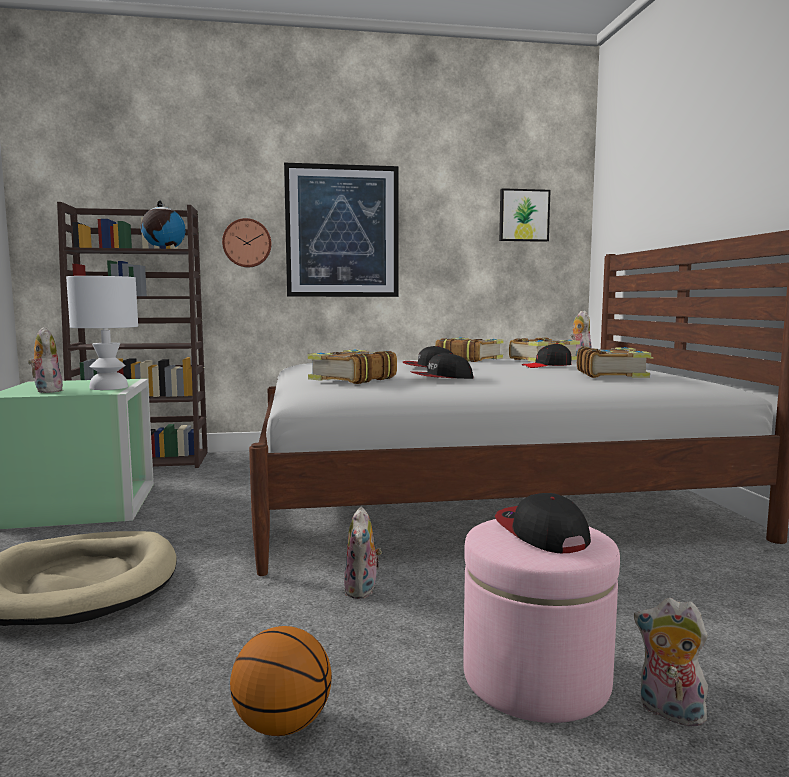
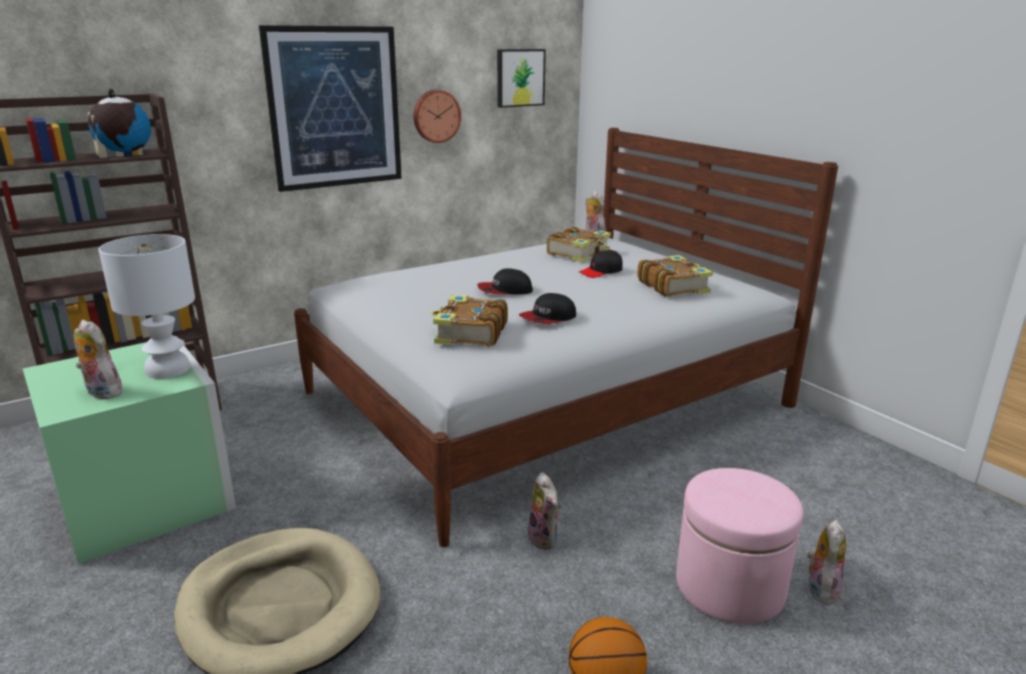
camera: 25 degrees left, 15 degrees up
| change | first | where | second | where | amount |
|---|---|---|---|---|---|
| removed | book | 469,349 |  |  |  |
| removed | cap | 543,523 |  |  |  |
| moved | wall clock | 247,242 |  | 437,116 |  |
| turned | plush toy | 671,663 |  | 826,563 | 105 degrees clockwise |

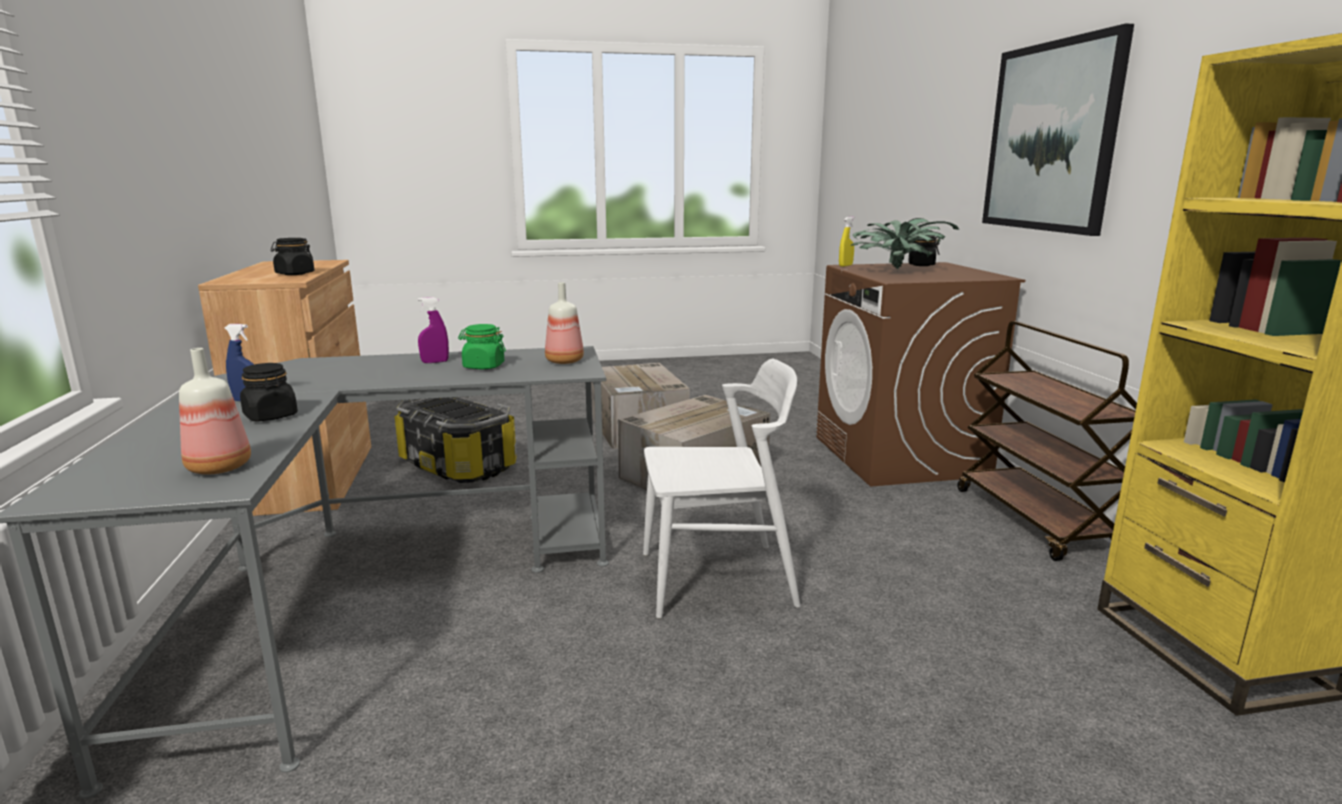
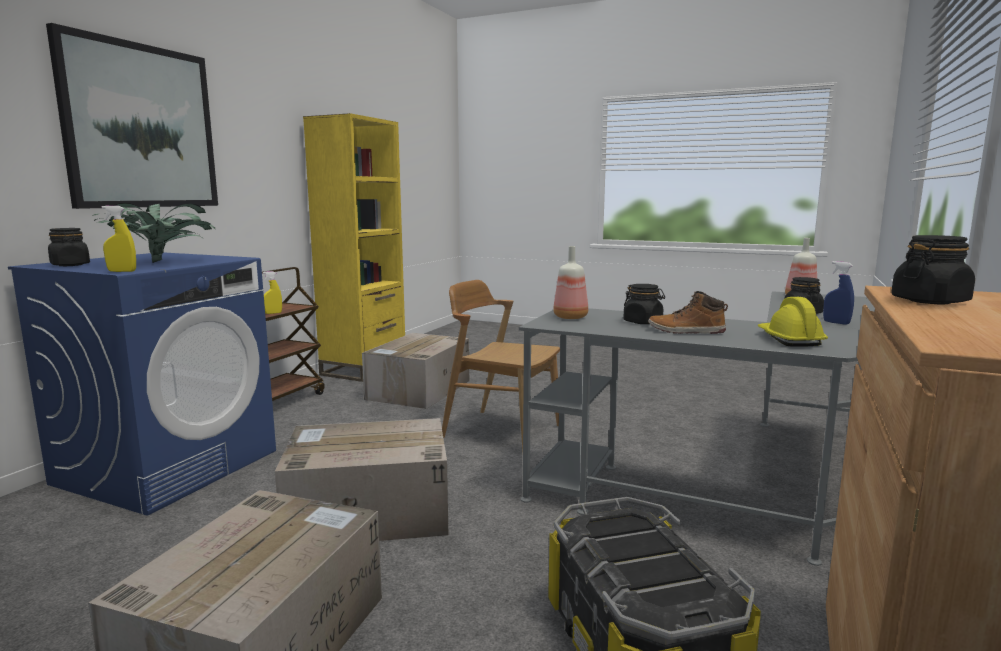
camera: 145 degrees left, 5 degrees down
| change | first | where | second | where | amount |
|---|---|---|---|---|---|
| added |  |  | spray bottle in yellow | 272,292 |  |
| added |  |  | cardboard box | 415,371 |  |
| added |  |  | hard hat in yellow | 792,322 |  |
| replaced | spray bottle in purple | 433,330 | boot | 688,312 |  |
| recoloured | jar in green | 482,346 | jar in black | 644,304 |  |
| recoloured | chair in white | 722,489 | chair in brown | 501,365 |  |
| recoloured | washing machine in brown | 920,374 | washing machine in blue | 142,384 |  |

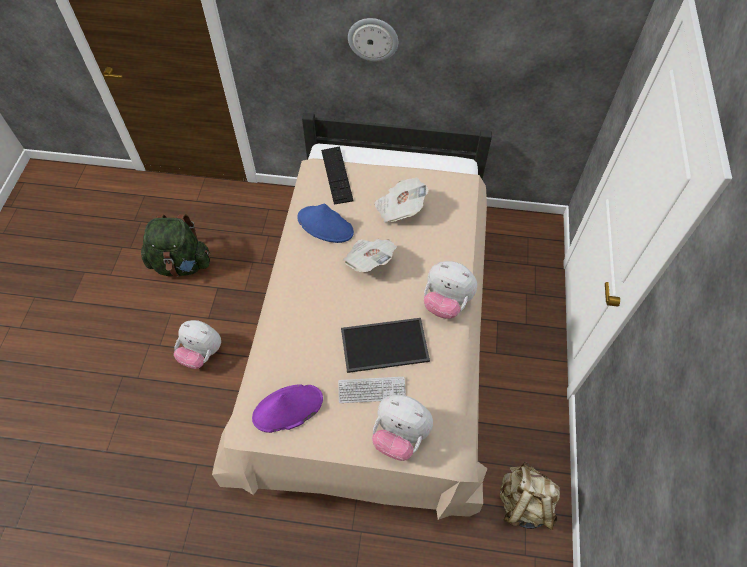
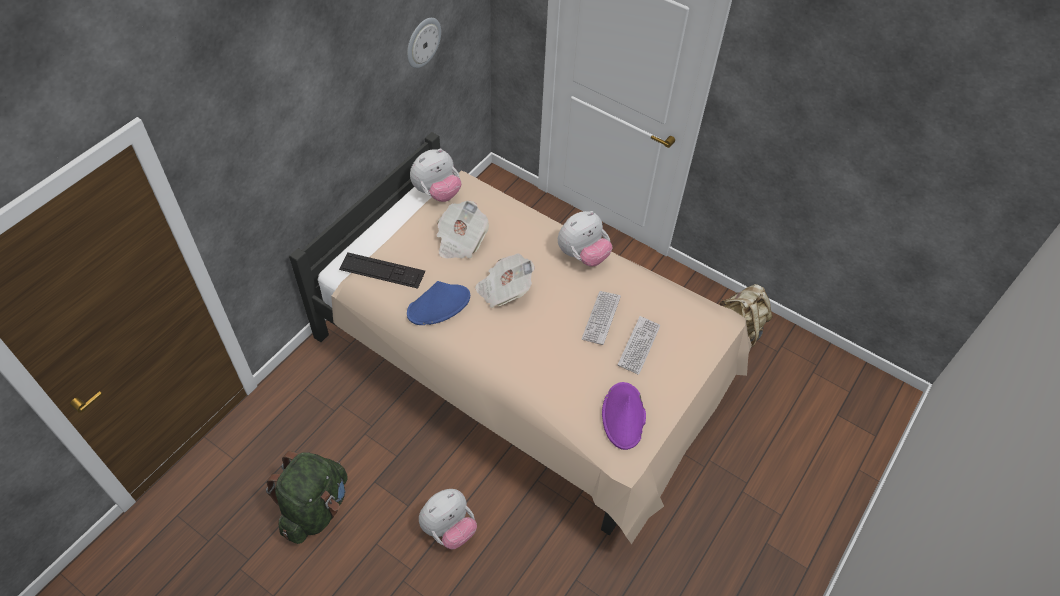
camera: 65 degrees left, 5 degrees down
| change | first | where | second | where | amount |
|---|---|---|---|---|---|
| moved | wall clock | 373,39 |  | 424,43 |  |
| moved | plush toy | 402,428 |  | 435,175 |  |
| replaced | tray | 385,345 | keyboard | 601,318 |  |

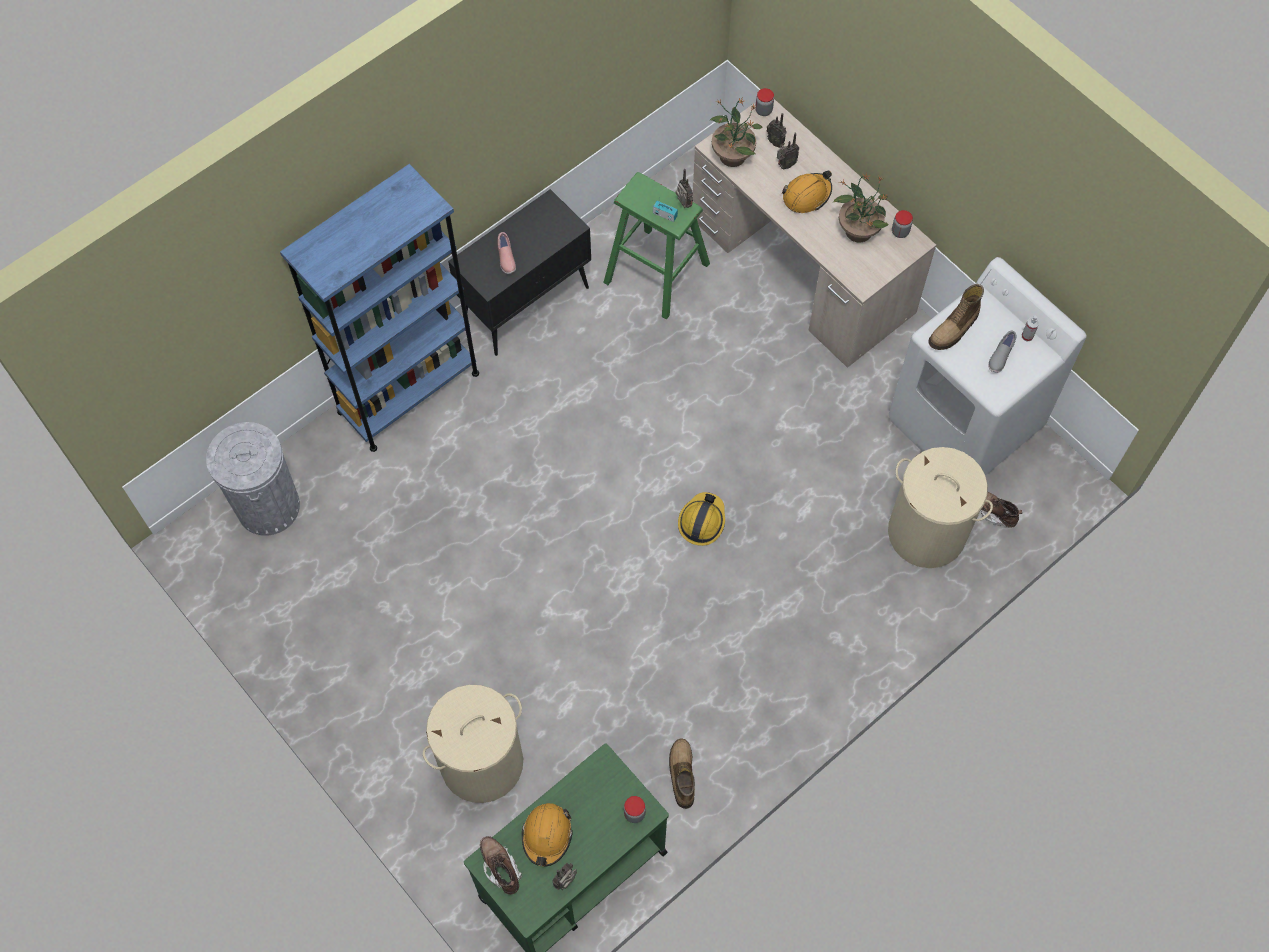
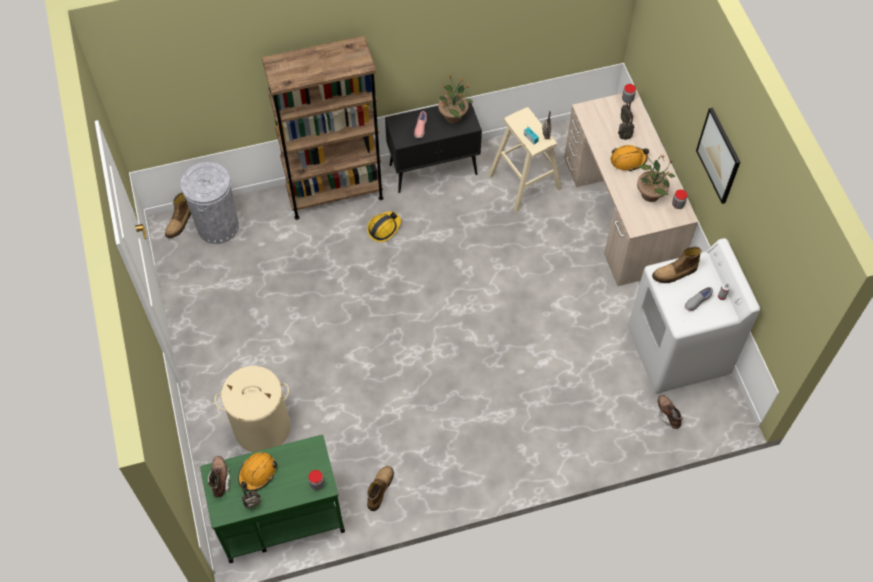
camera: 25 degrees right, 5 degrees down
| change | first | where | second | where | amount |
|---|---|---|---|---|---|
| removed | laundry basket in beige | 940,507 |  |  |  |
| added |  |  | boot | 178,215 |  |
| added |  |  | picture | 718,155 |  |
| moved | hard hat | 701,519 |  | 384,226 |  |
| moved | potted plant | 735,132 |  | 455,98 |  |
| recoloured | bookcase in blue | 379,308 | bookcase in brown | 322,128 |  |
| recoloured | stool in green | 656,246 | stool in beige | 525,159 |  |

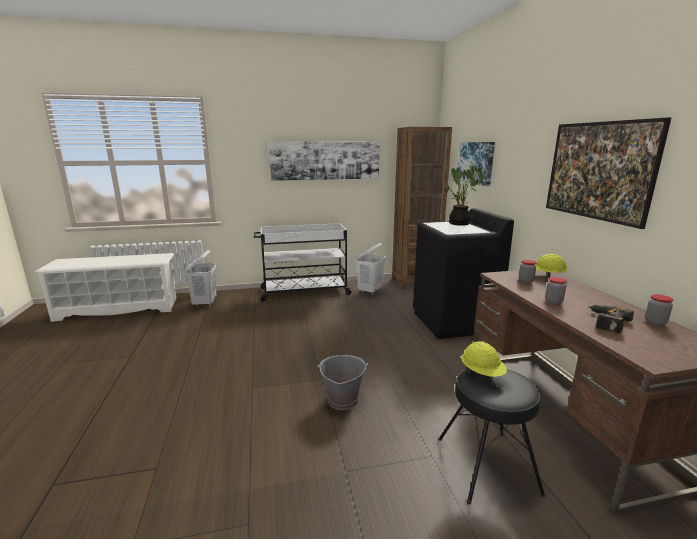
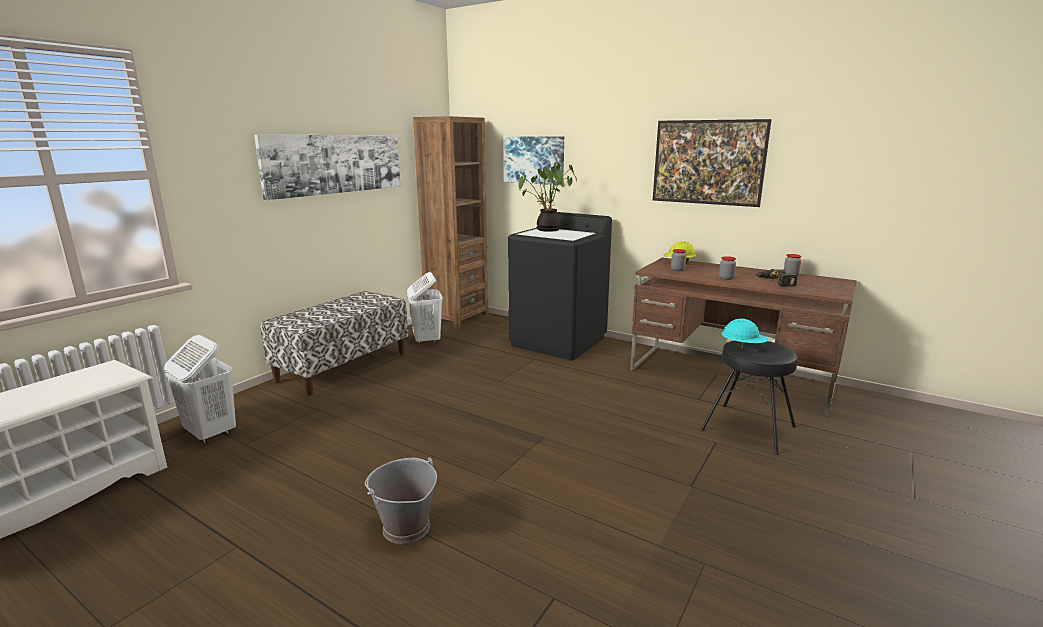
camera: 45 degrees left, 0 degrees up
| change | first | where | second | where | amount |
|---|---|---|---|---|---|
| moved | bucket in grey | 342,382 |  | 401,500 |  |
| replaced | cart in white | 303,262 | bench | 334,343 |  |
| recoloured | hard hat in yellow | 484,359 | hard hat in turquoise | 745,334 |  |

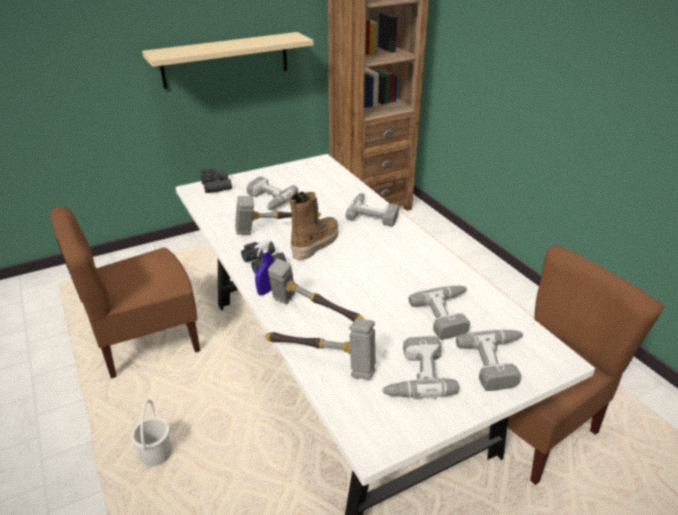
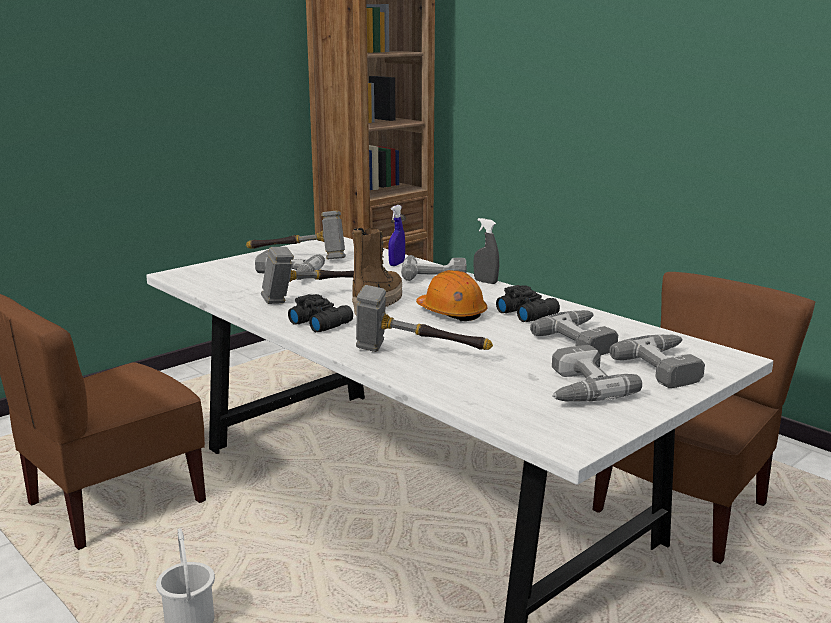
camera: 15 degrees left, 15 degrees down
| change | first | where | second | where | amount |
|---|---|---|---|---|---|
| removed | shelf in beige | 228,60 |  |  |  |
| added |  |  | hard hat in orange | 451,295 |  |
| added |  |  | spray bottle in grey | 486,251 |  |
| moved | binoculars in black | 216,180 |  | 528,303 |  |
| moved | spray bottle in blue | 264,268 |  | 396,235 |  |
| moved | hammer | 320,349 |  | 296,235 |  |

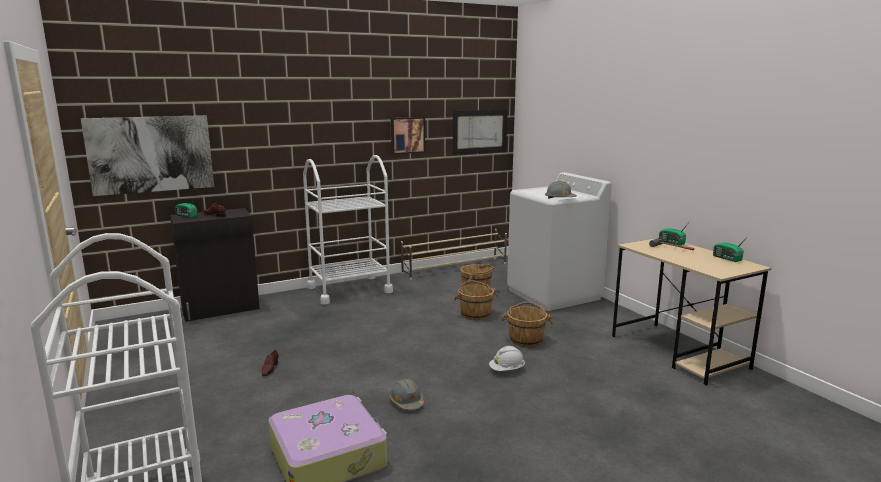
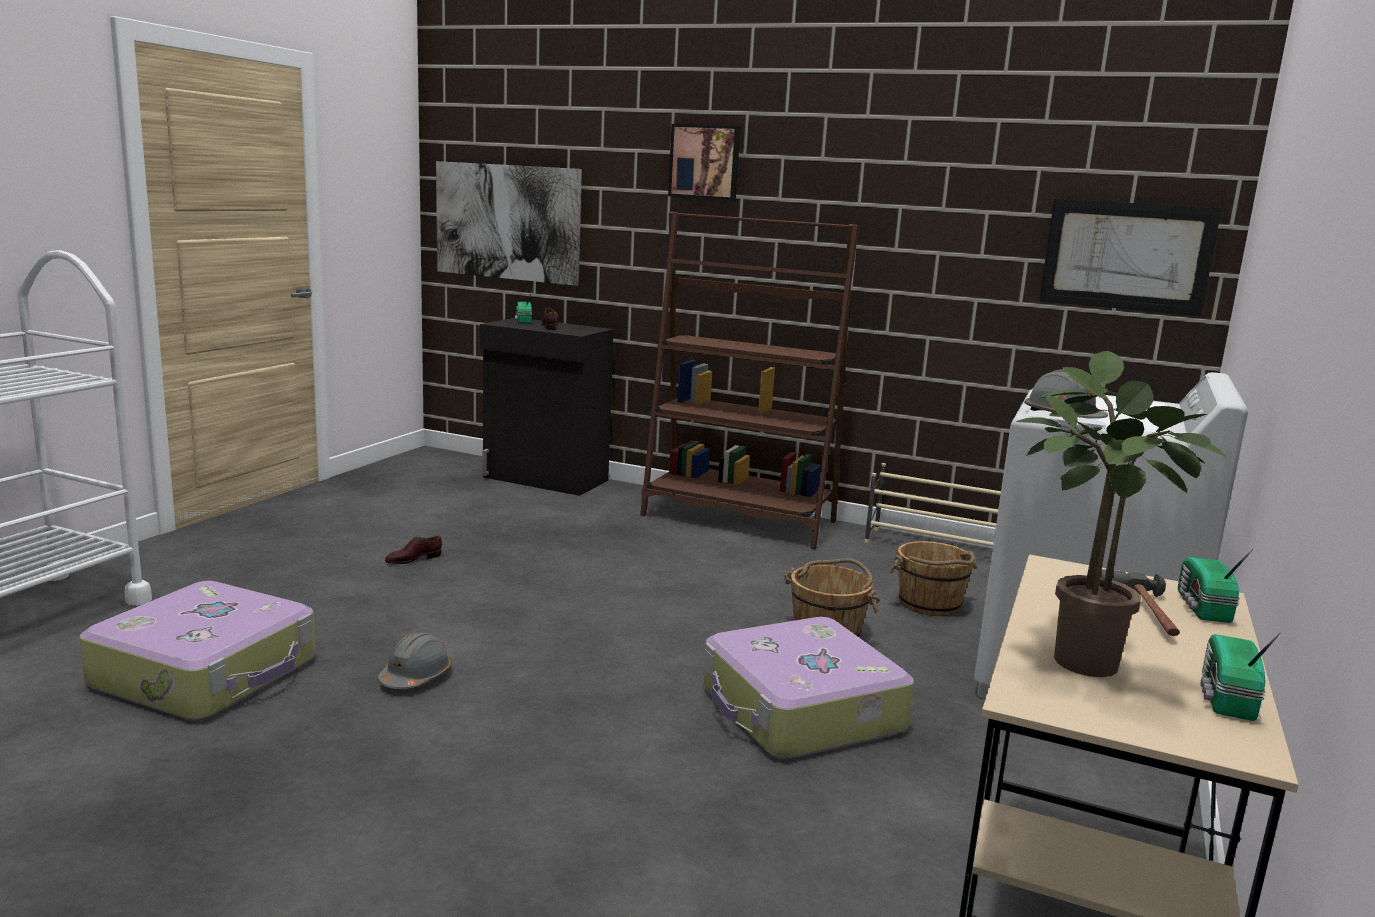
camera: 50 degrees right, 0 degrees up
| change | first | where | second | where | amount |
|---|---|---|---|---|---|
| removed | hard hat in white | 507,358 |  |  |  |
| added |  |  | potted plant | 1120,514 |  |
| moved | picture | 408,135 |  | 704,162 |  |
| replaced | cart in white | 348,229 | bookcase in brown | 749,380 |  |
| replaced | bucket in brown | 527,324 | suitcase | 808,688 |  |

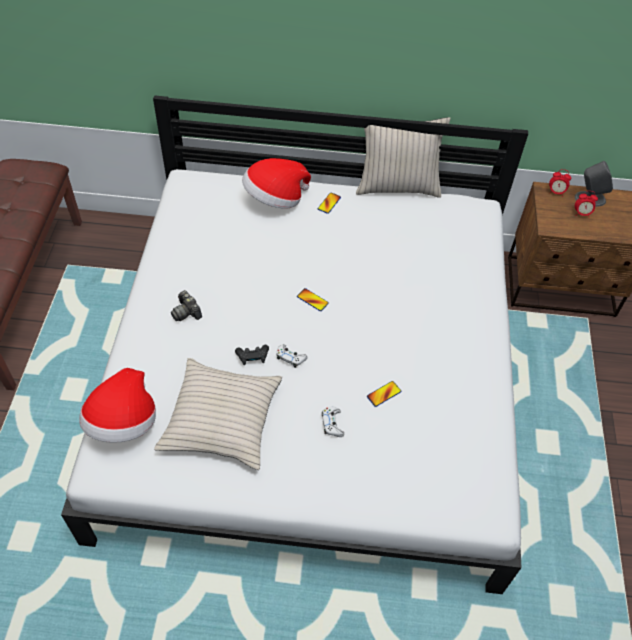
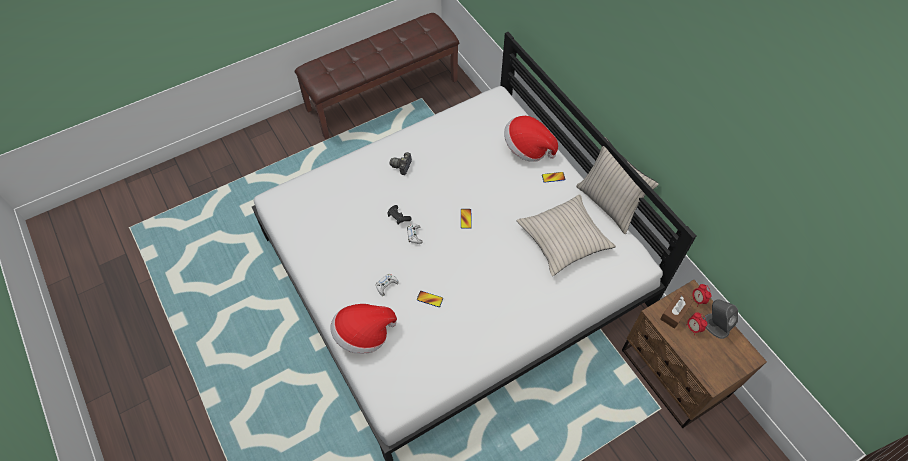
camera: 55 degrees right, 5 degrees up
| change | first | where | second | where | amount |
|---|---|---|---|---|---|
| added |  |  | tissue box in brown | 677,310 |  |
| moved | hat | 117,405 |  | 364,329 |  |
| moved | pillow in beige | 218,414 |  | 566,235 |  |

